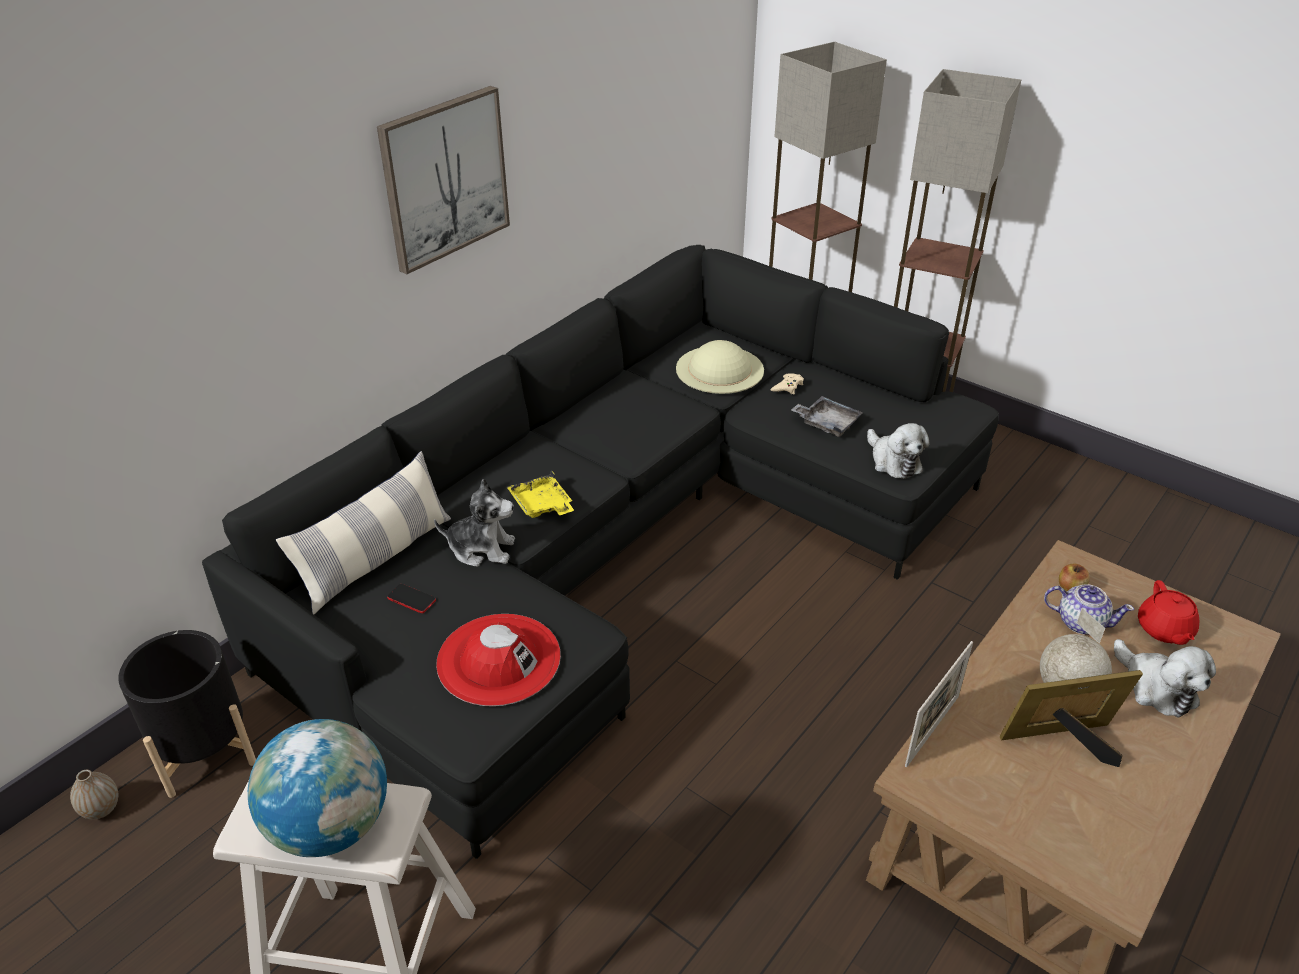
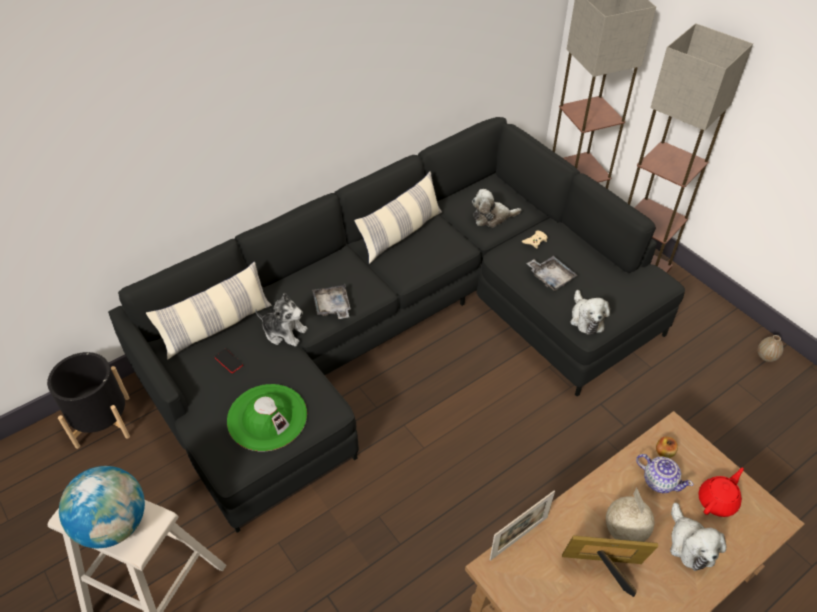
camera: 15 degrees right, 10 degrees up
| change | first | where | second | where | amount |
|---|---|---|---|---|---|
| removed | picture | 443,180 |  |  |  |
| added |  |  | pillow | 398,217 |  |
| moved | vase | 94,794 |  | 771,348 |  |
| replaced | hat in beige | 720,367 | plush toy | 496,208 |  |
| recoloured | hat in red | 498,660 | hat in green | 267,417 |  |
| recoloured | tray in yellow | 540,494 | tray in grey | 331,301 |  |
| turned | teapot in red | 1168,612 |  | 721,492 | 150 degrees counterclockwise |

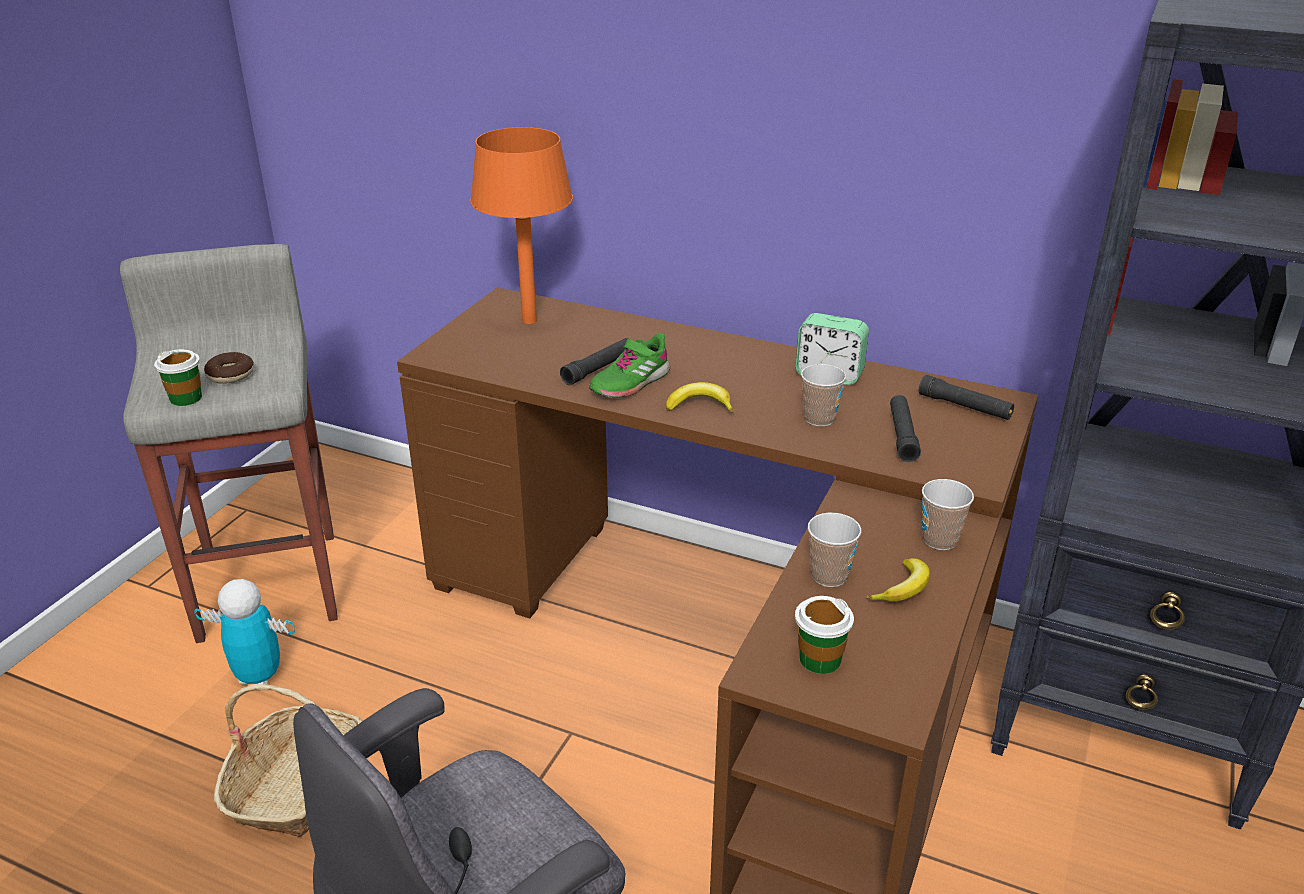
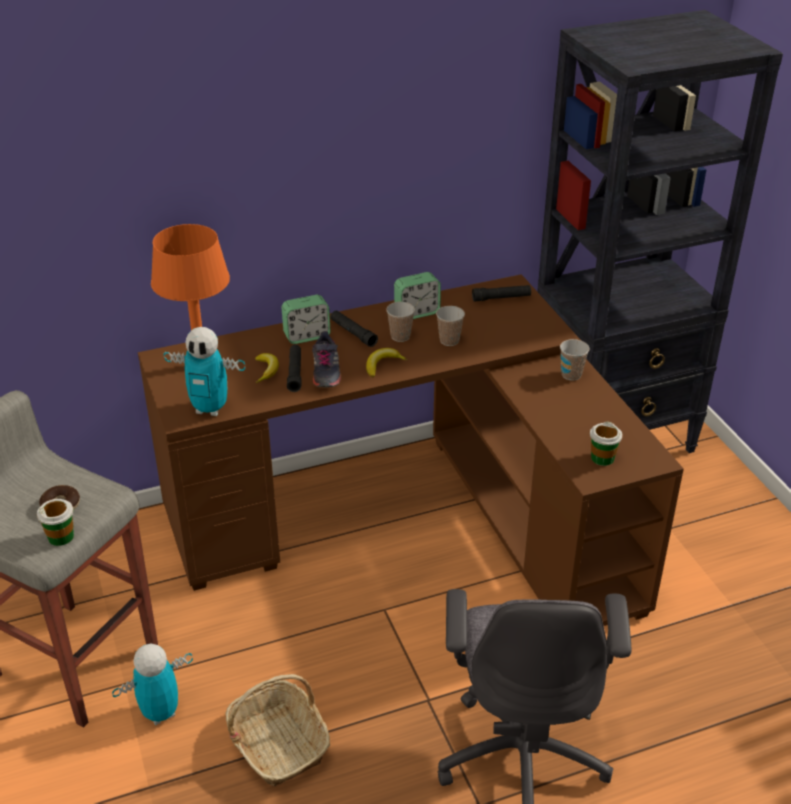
camera: 45 degrees left, 5 degrees up
| change | first | where | second | where | amount |
|---|---|---|---|---|---|
| added |  |  | toy robot | 204,371 |  |
| added |  |  | alarm clock | 306,319 |  |
| moved | cup | 835,550 |  | 400,322 |  |
| moved | banana | 898,580 |  | 267,368 |  |
| moved | flashlight in black | 905,428 |  | 354,329 |  |
| recoloured | shoe in green | 629,365 | shoe in grey | 326,359 |  |

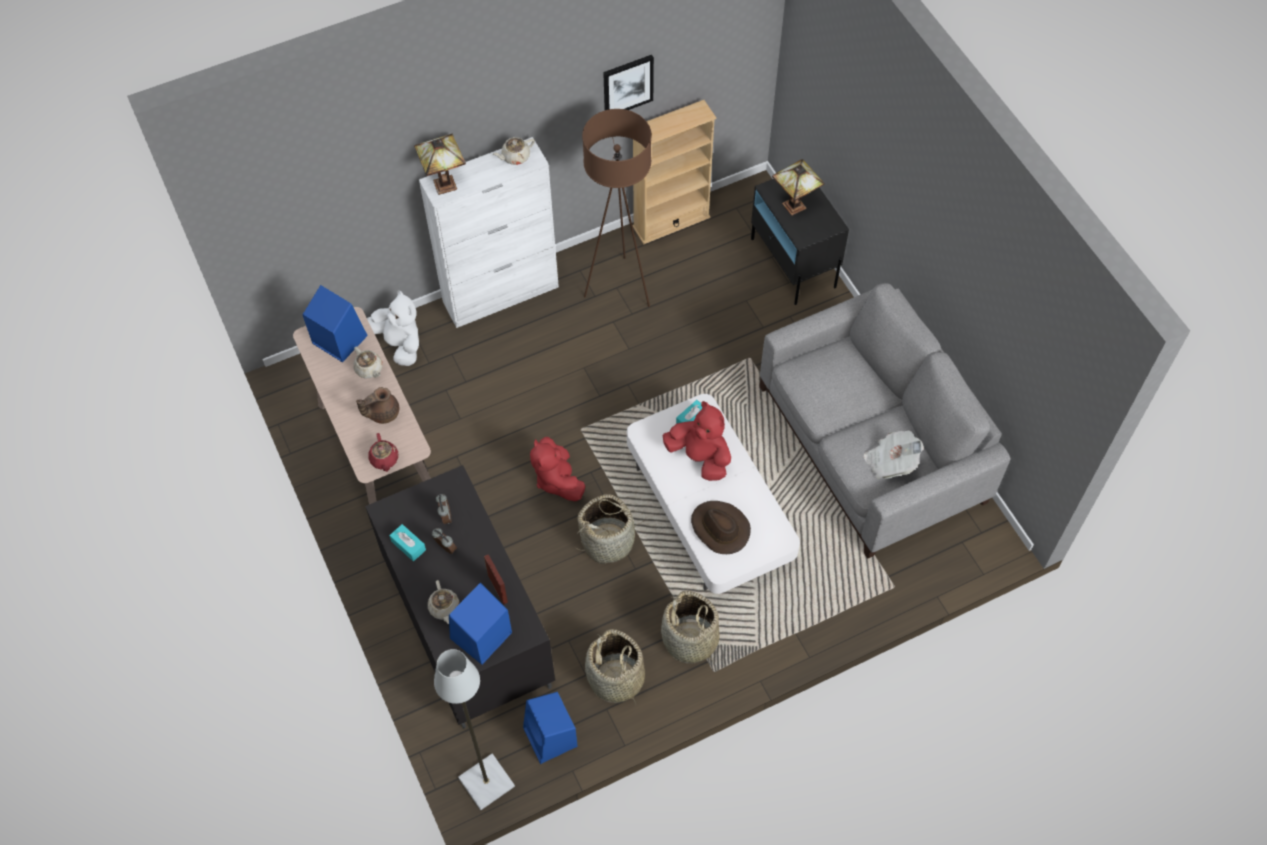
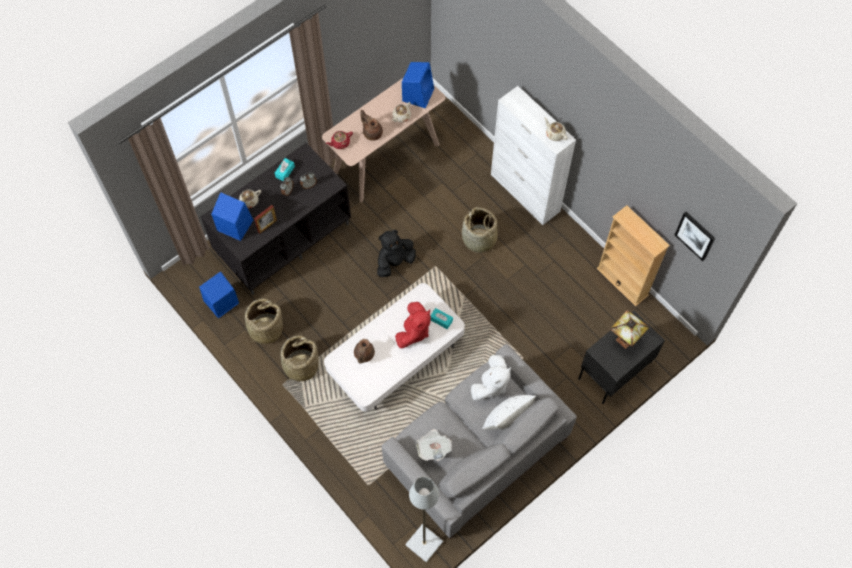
camera: 75 degrees right, 5 degrees up
| change | first | where | second | where | amount |
|---|---|---|---|---|---|
| removed | table lamp | 440,164 |  |  |  |
| removed | floor lamp in brown | 617,208 |  |  |  |
| added |  |  | pillow in white | 509,412 |  |
| moved | plush toy in white | 393,328 |  | 491,378 |  |
| moved | floor lamp in grey | 474,729 |  | 424,519 |  |
| moved | basket | 609,529 |  | 480,230 |  |
| moved | picture | 628,82 |  | 695,236 |  |
| replaced | hat in brown | 721,527 | teapot in brown | 364,351 |  |
| recoloured | plush toy in red | 557,469 | plush toy in black | 396,253 |  |

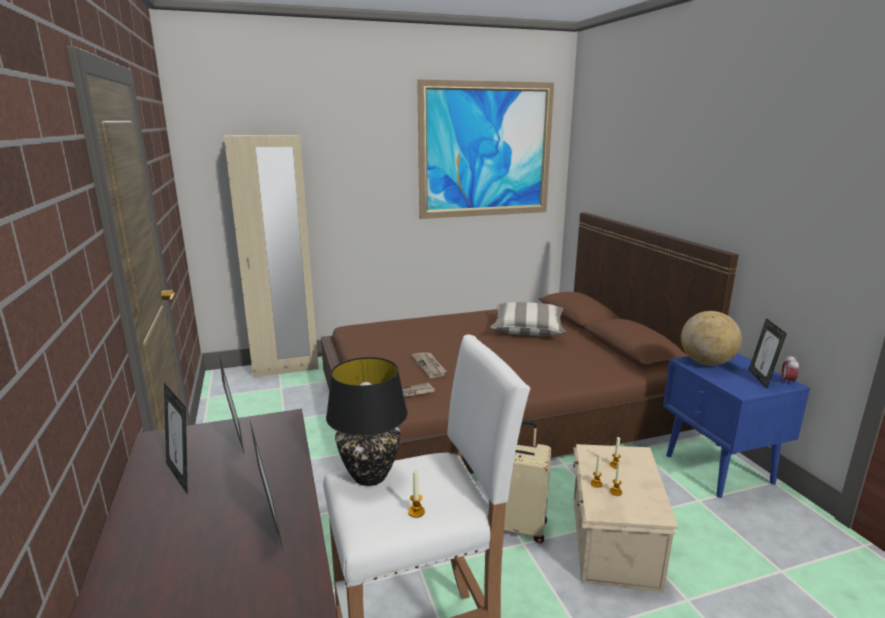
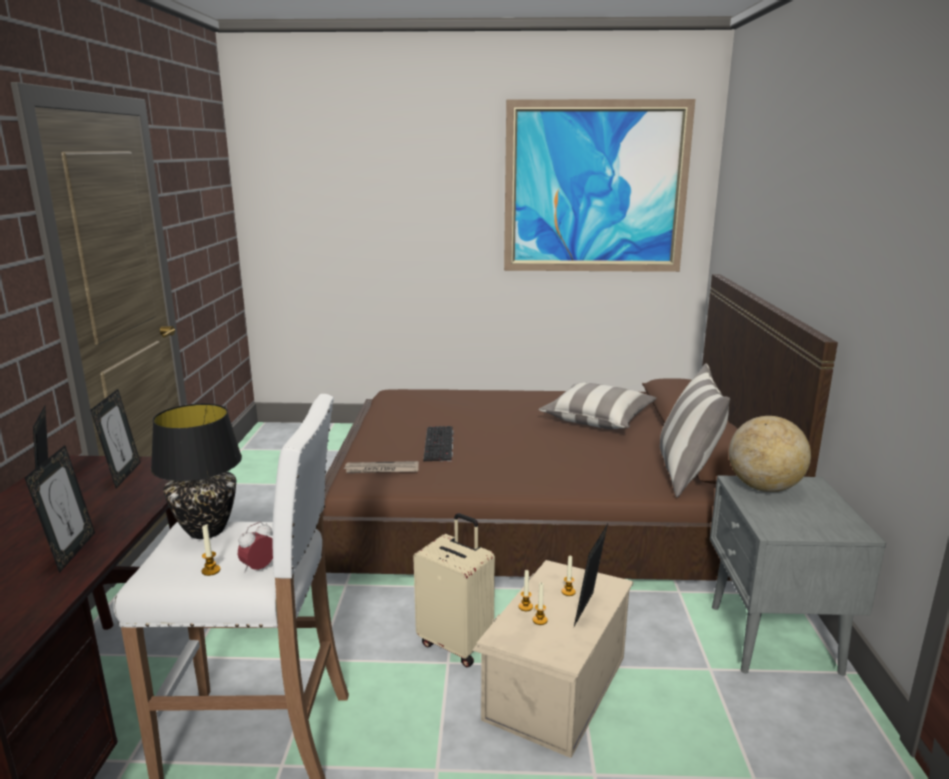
camera: 20 degrees right, 0 degrees up
| change | first | where | second | where | amount |
|---|---|---|---|---|---|
| removed | wardrobe in beige | 271,256 |  |  |  |
| added |  |  | pillow | 695,431 |  |
| moved | picture frame | 768,353 |  | 591,575 |  |
| moved | alarm clock | 790,369 |  | 255,547 |  |
| replaced | newspaper | 429,365 | keyboard | 438,443 |  |
| recoloured | nightstand in blue | 736,425 | nightstand in grey | 798,575 |  |

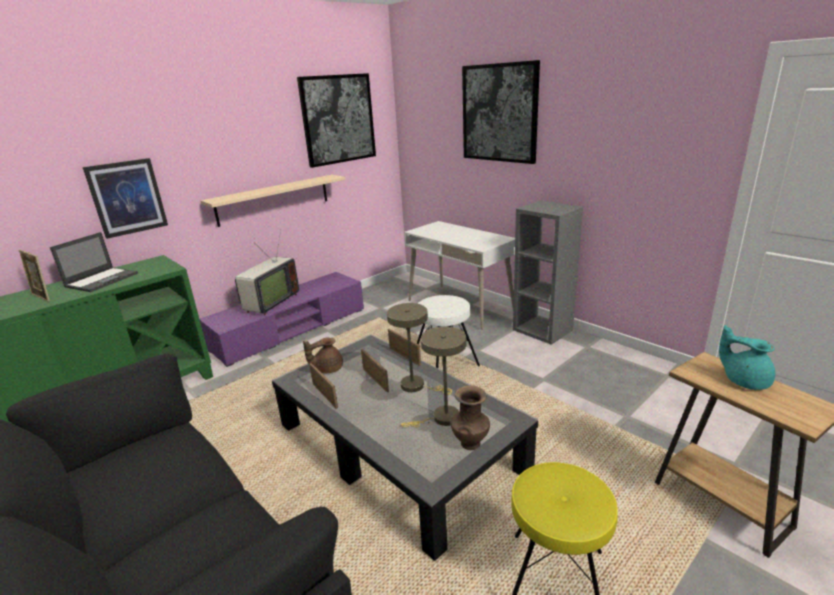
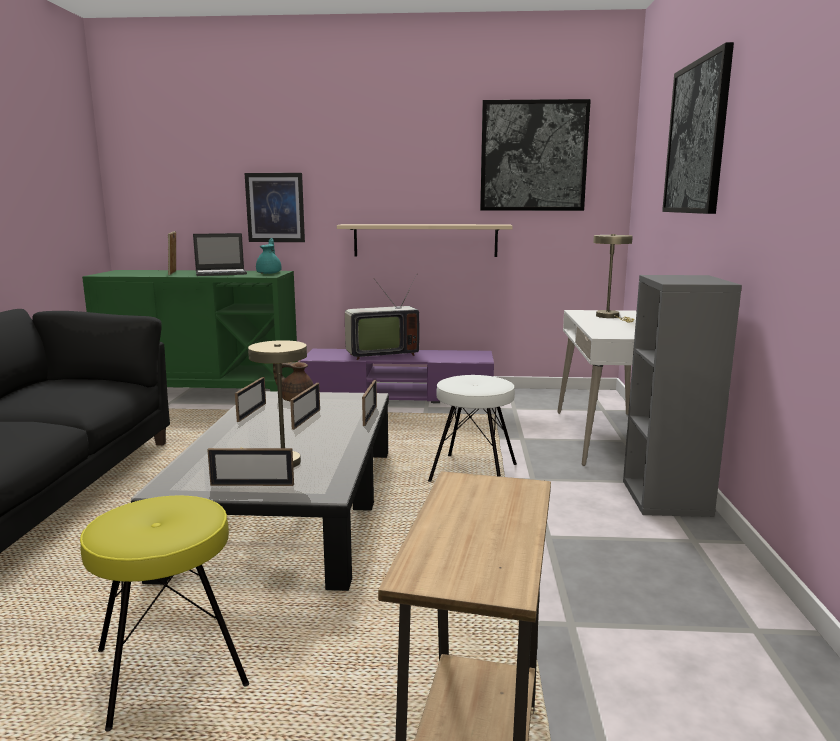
camera: 45 degrees right, 10 degrees down
| change | first | where | second | where | amount |
|---|---|---|---|---|---|
| moved | table lamp in beige | 419,349 |  | 613,278 |  |
| moved | teapot in turquoise | 747,357 |  | 269,256 |  |
| replaced | vase in brown | 470,417 | picture frame | 250,467 |  |

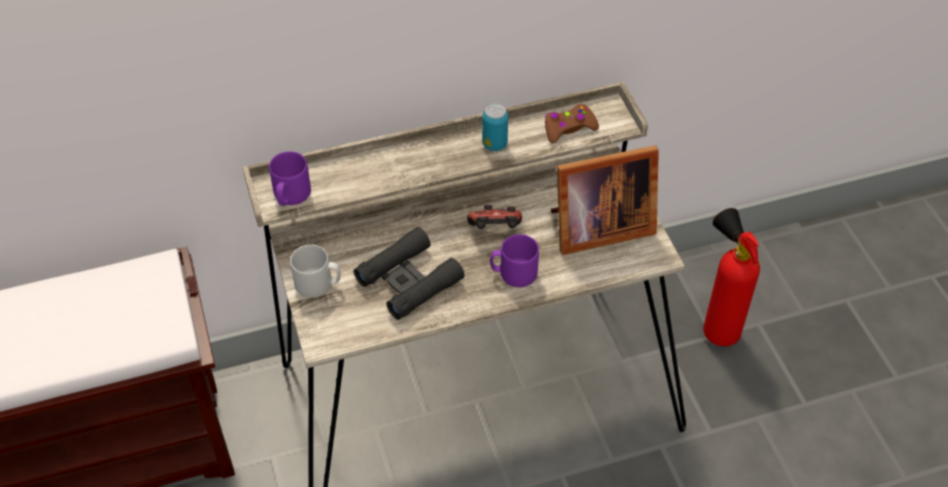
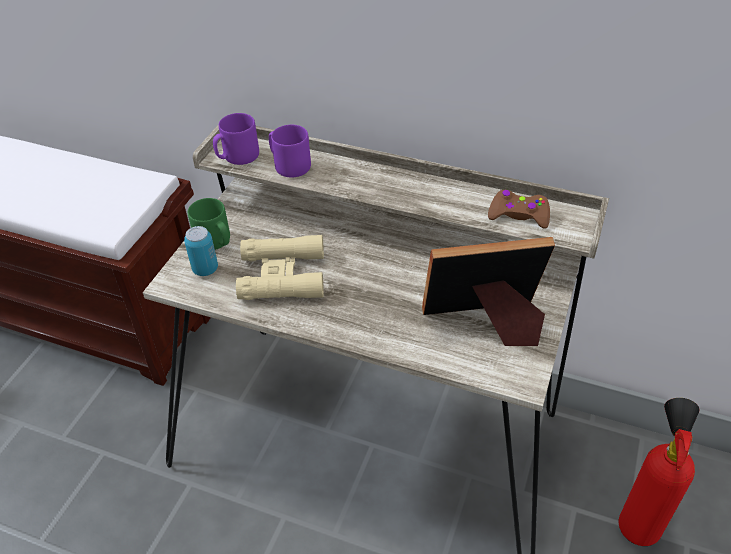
camera: 40 degrees right, 5 degrees down
| change | first | where | second | where | amount |
|---|---|---|---|---|---|
| removed | game controller | 494,217 |  |  |  |
| moved | can | 495,127 |  | 201,251 |  |
| moved | mug in purple | 514,260 |  | 290,151 |  |
| recoloured | mug in grey | 315,271 | mug in green | 209,224 |  |
| recoloured | binoculars in black | 409,273 | binoculars in beige | 280,267 |  |
| turned | picture frame | 604,200 |  | 488,291 | 150 degrees clockwise |

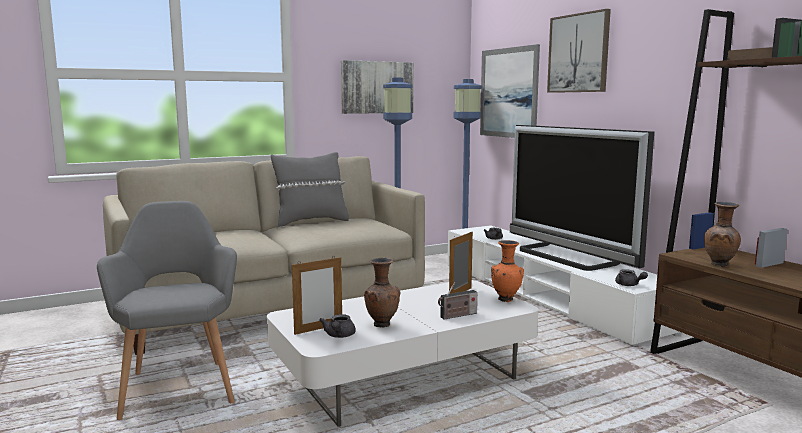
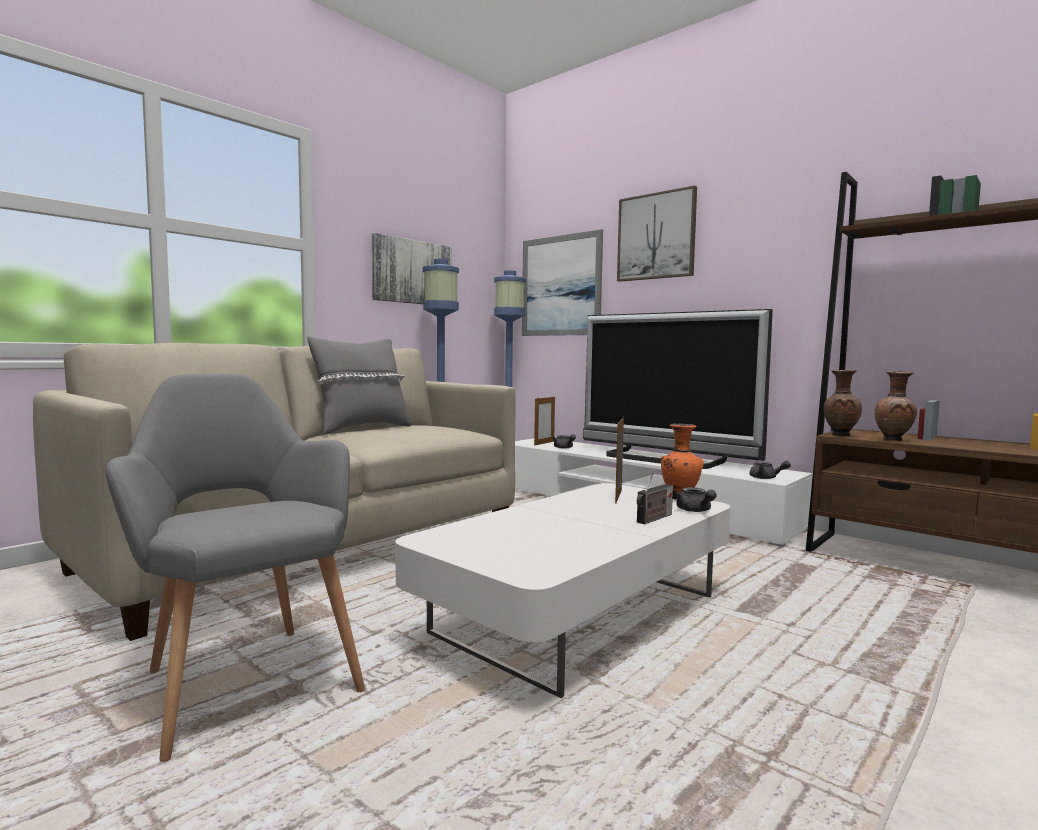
camera: 20 degrees left, 5 degrees down
| change | first | where | second | where | amount |
|---|---|---|---|---|---|
| moved | picture frame | 317,296 |  | 544,421 |  |
| moved | teapot in grey | 337,326 |  | 696,499 |  |
| moved | vase in brown | 382,292 |  | 842,403 |  |

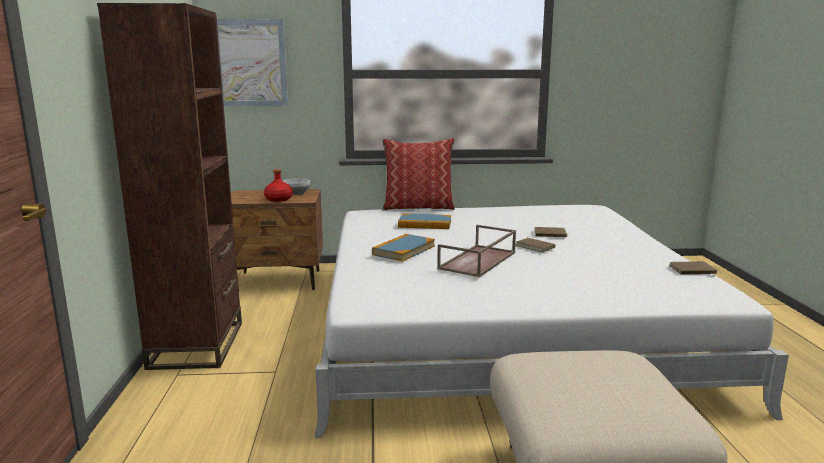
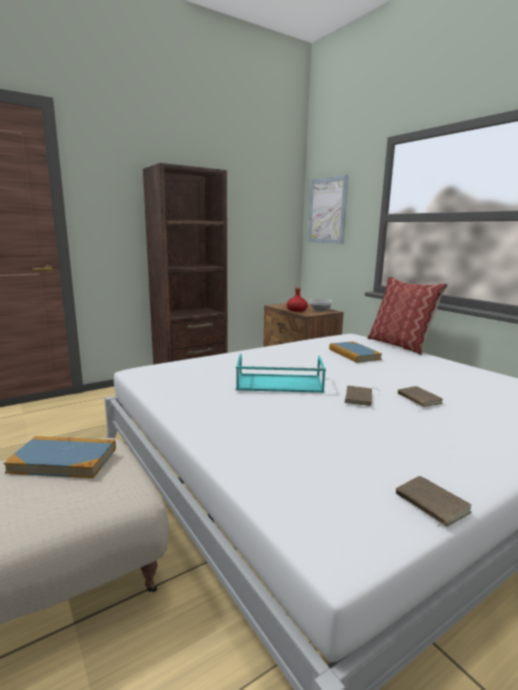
camera: 60 degrees right, 0 degrees up
| change | first | where | second | where | amount |
|---|---|---|---|---|---|
| moved | book | 403,248 |  | 59,457 |  |
| recoloured | tray in brown | 476,251 | tray in turquoise | 281,373 |  |

